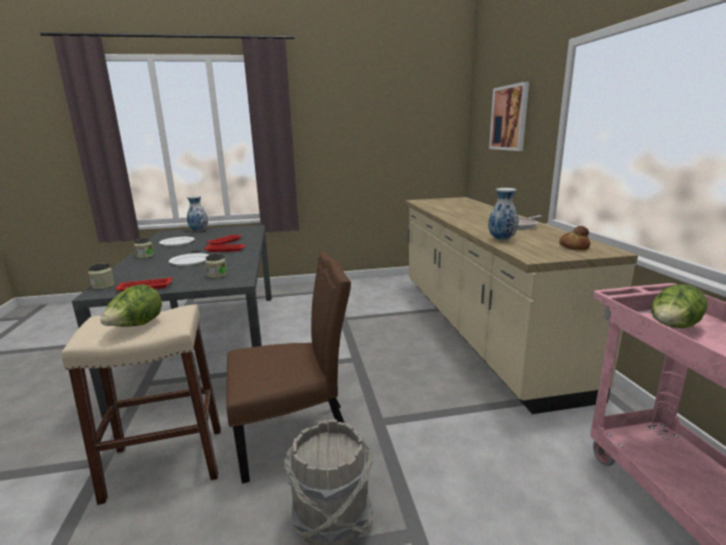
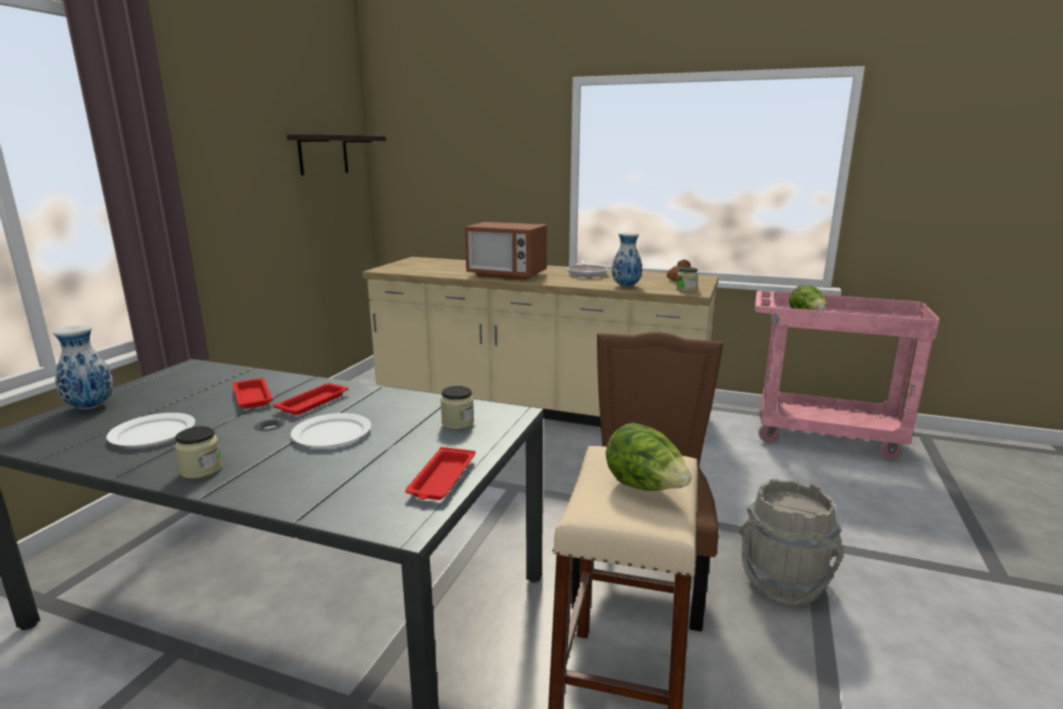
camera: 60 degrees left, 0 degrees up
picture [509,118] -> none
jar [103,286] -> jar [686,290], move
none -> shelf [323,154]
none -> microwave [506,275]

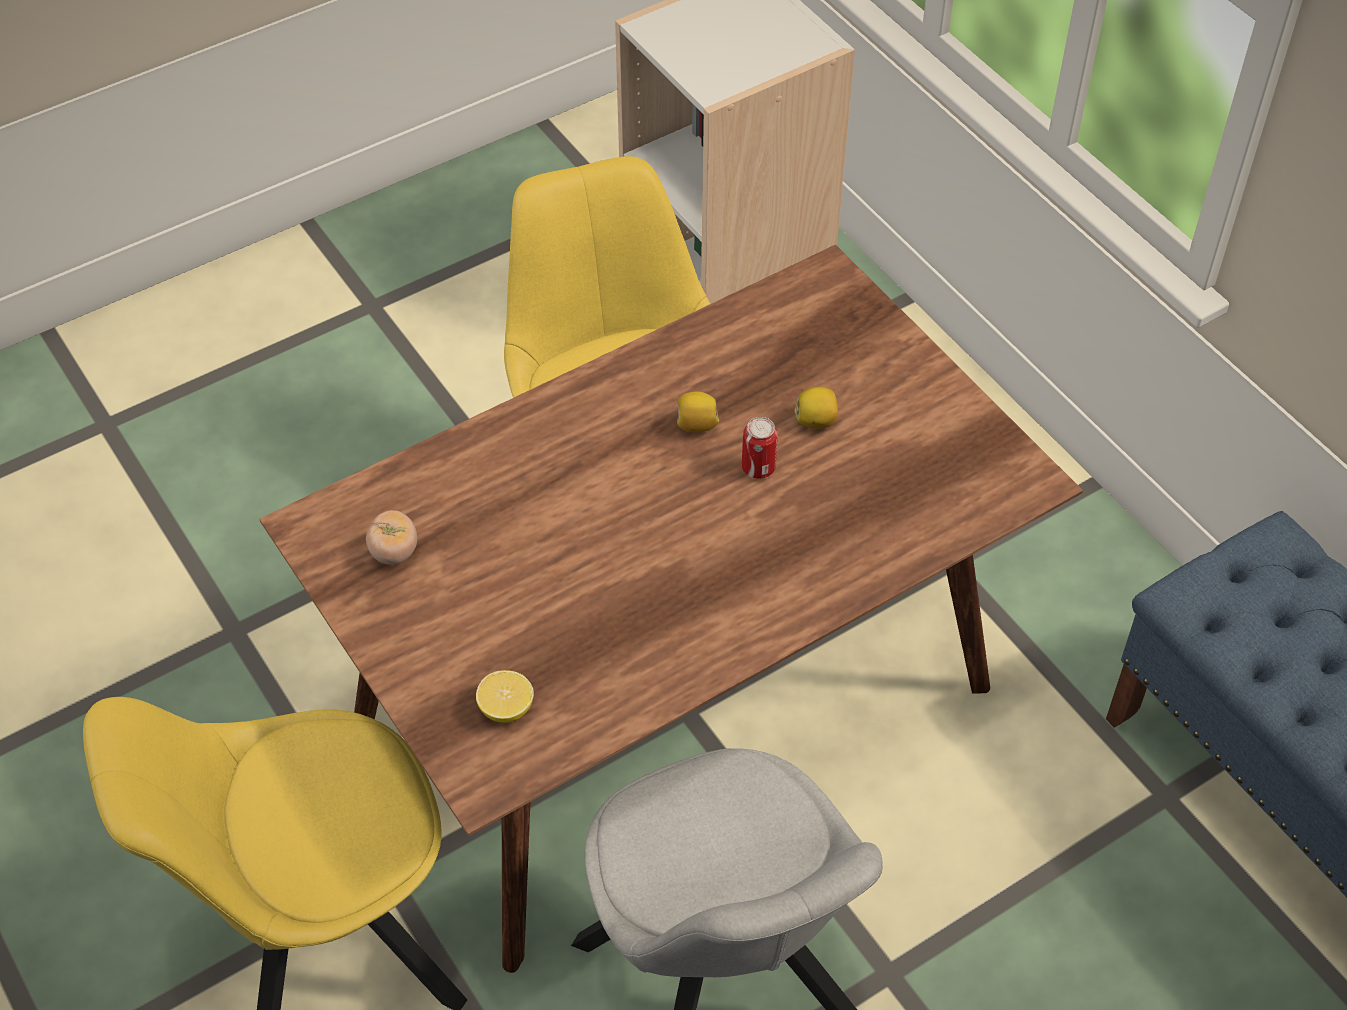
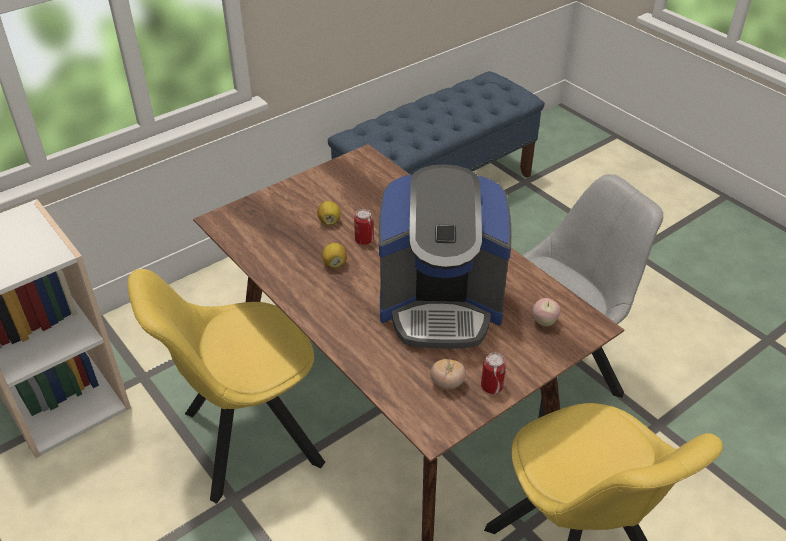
camera: 95 degrees left, 10 degrees down
lemon [506,708] -> apple [544,322]
none -> coffee machine [440,305]
none -> can [491,386]

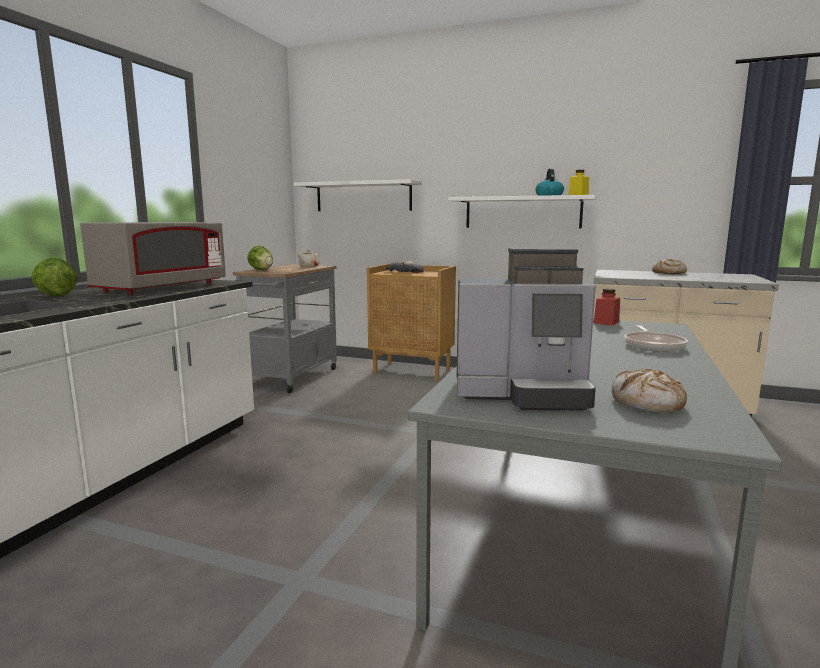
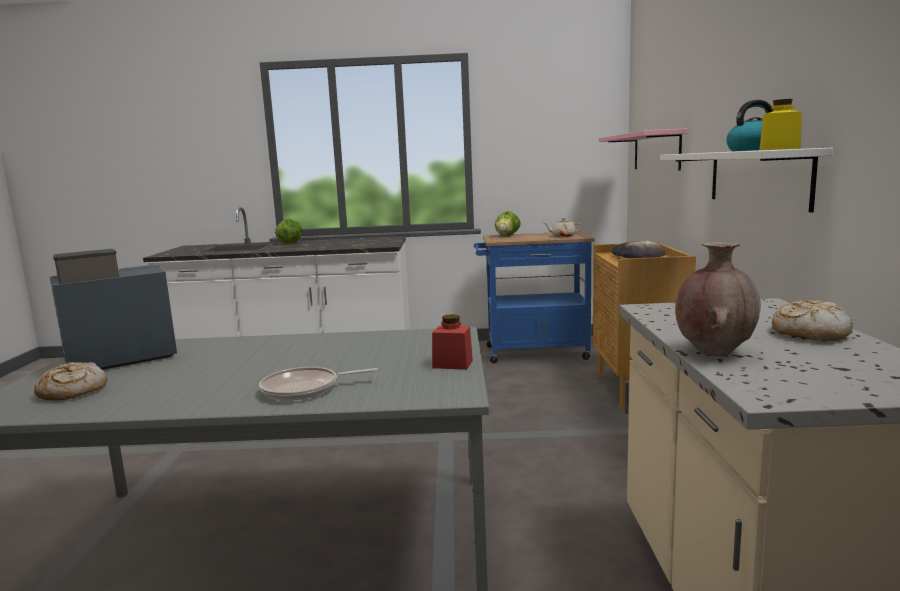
camera: 70 degrees right, 0 degrees up
shelf in white [363,197] -> shelf in pink [656,151]
microwave in grey [162,288] -> none
coffee machine [523,393] -> coffee machine [117,359], 75 degrees clockwise
cart in grey [290,378] -> cart in blue [533,353]
none -> vase in brown [713,352]

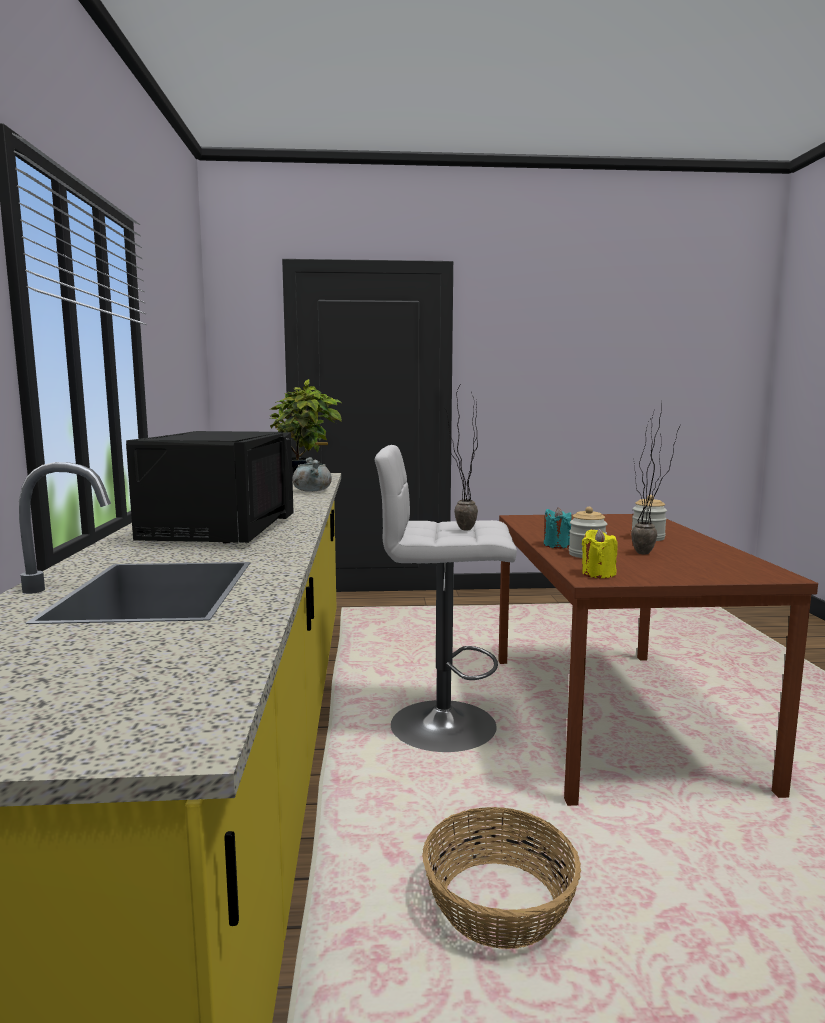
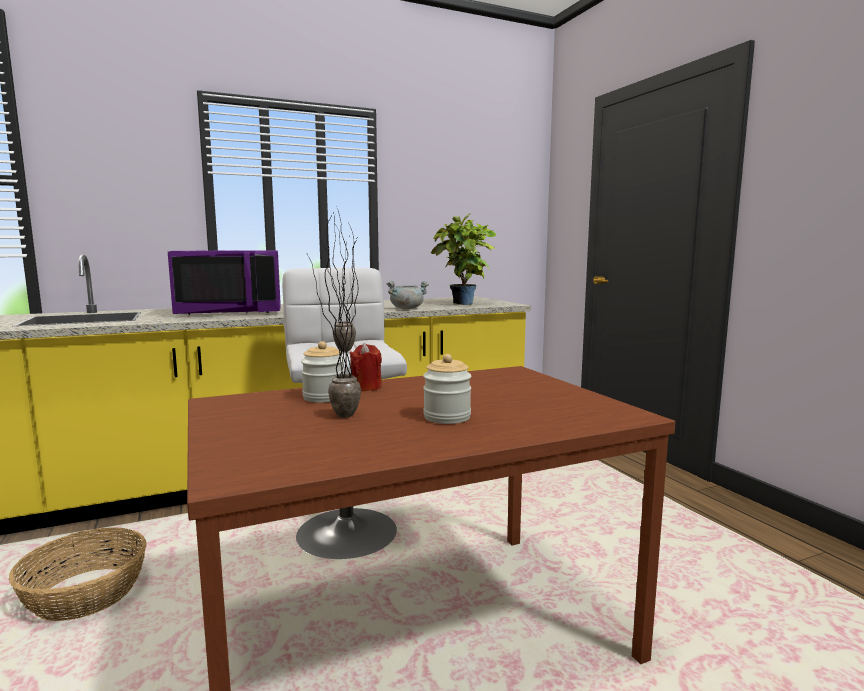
camera: 70 degrees right, 0 degrees up
microwave in black [218,530] -> microwave in purple [231,311]
candle in turquoise [556,545] -> candle in red [366,387]
candle in yellow [598,574] -> none

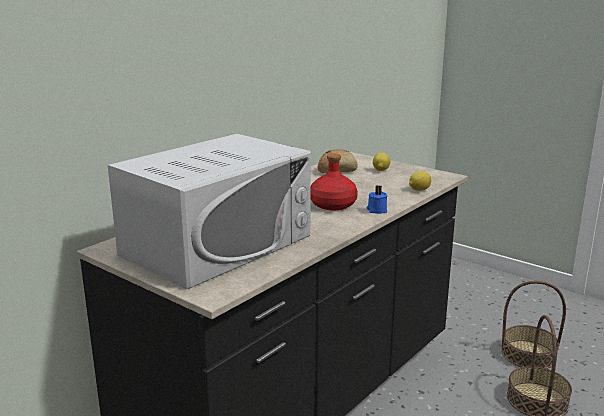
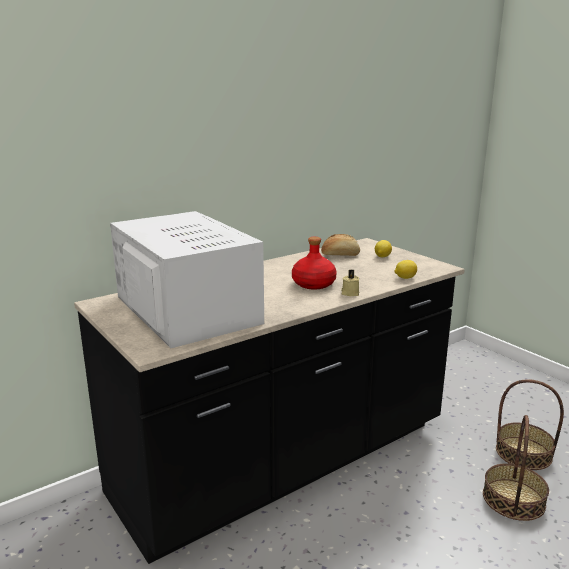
camera: 15 degrees right, 0 degrees up
microwave in white [217,245] -> microwave in white [187,309], 90 degrees counterclockwise
candle in blue [376,210] -> candle in beige [350,293]

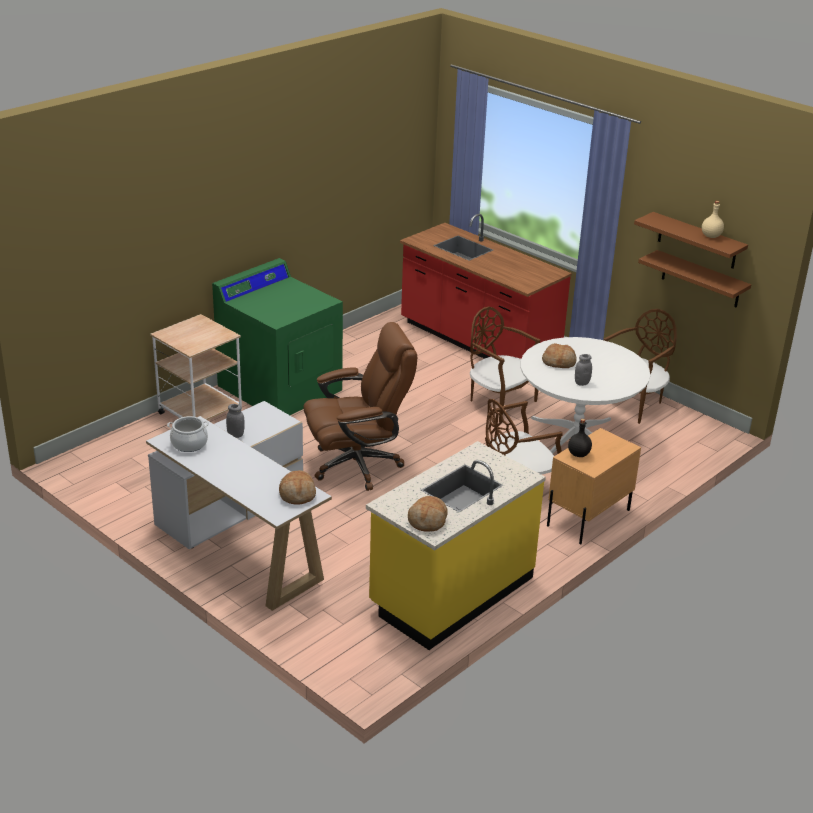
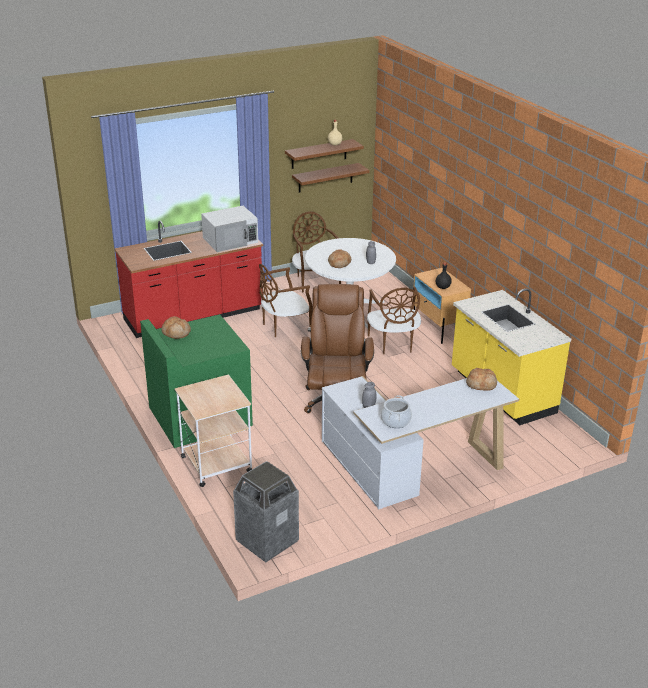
camera: 70 degrees left, 0 degrees up
bread [427,520] -> bread [176,333], move
none -> microwave in white [231,240]
none -> trash can [266,541]

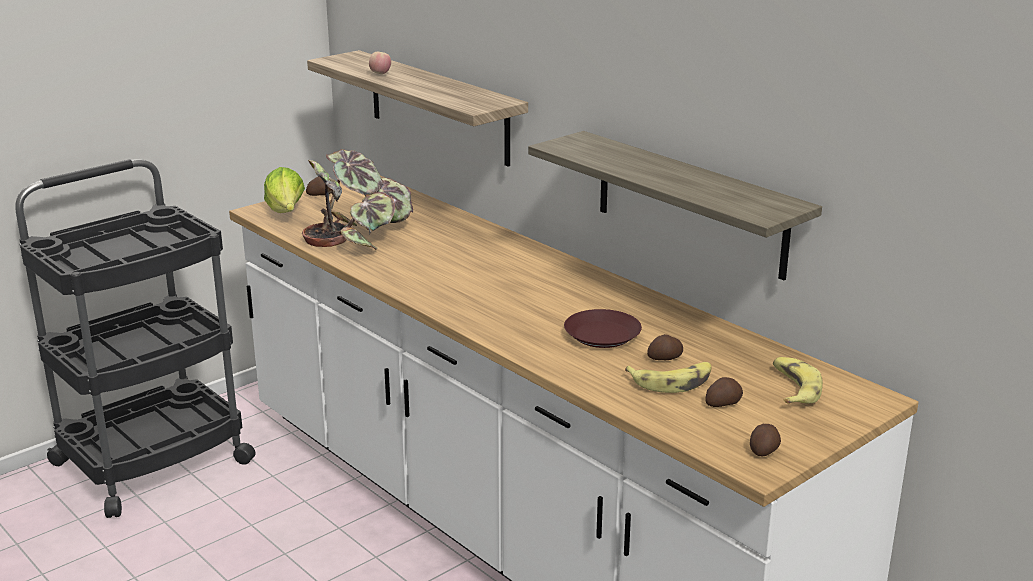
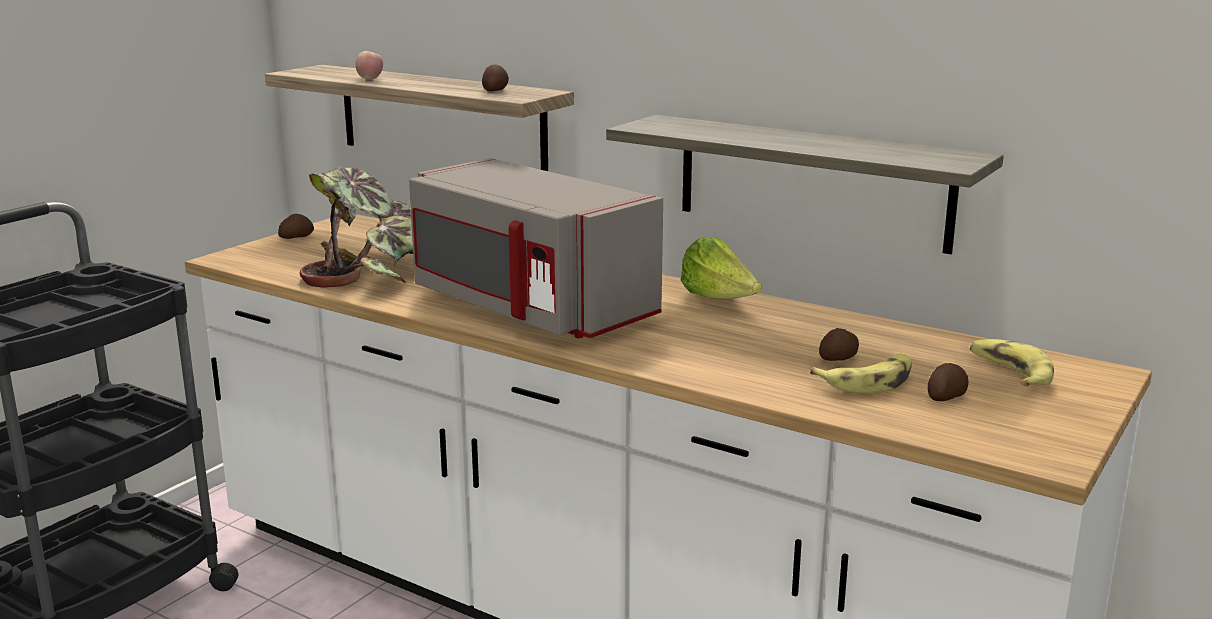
camera: 15 degrees left, 5 degrees down
lettuce [286,213] -> lettuce [719,300], move
plate in brown [601,335] -> none
potato [764,450] -> potato [496,90], move
none -> microwave in grey [528,307]

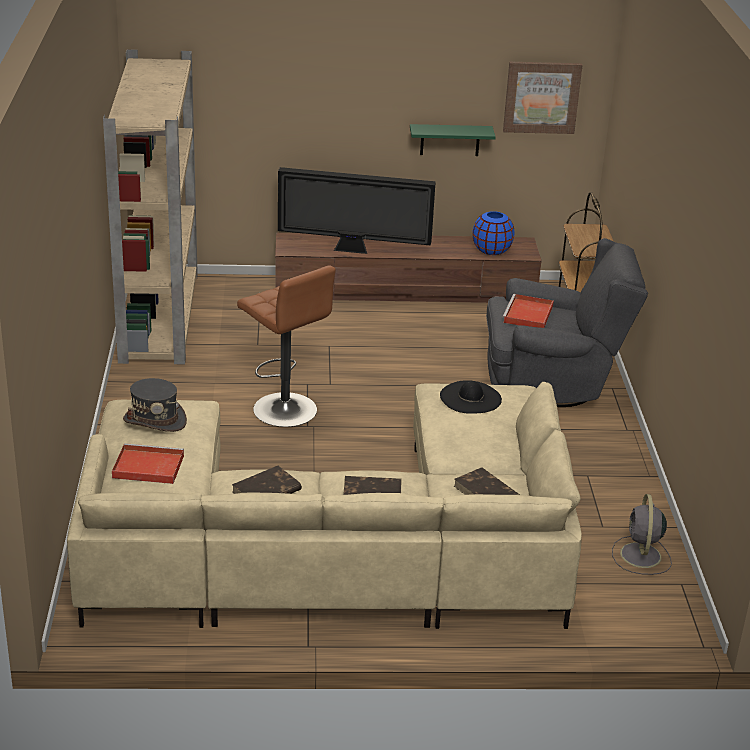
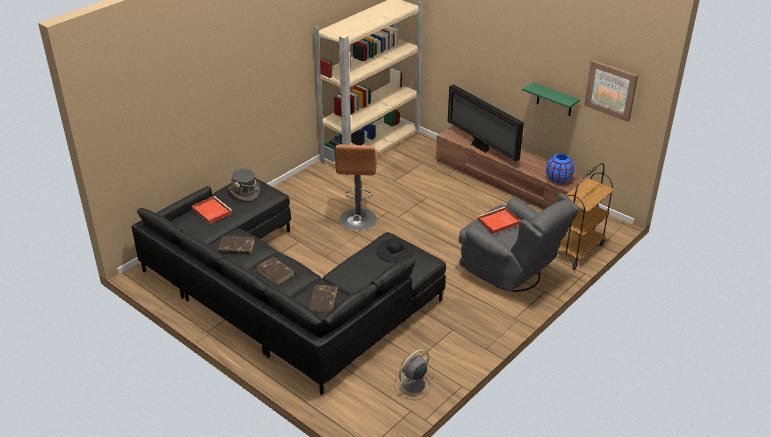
camera: 45 degrees right, 5 degrees up
sofa in beige [333,547] -> sofa in black [281,295]

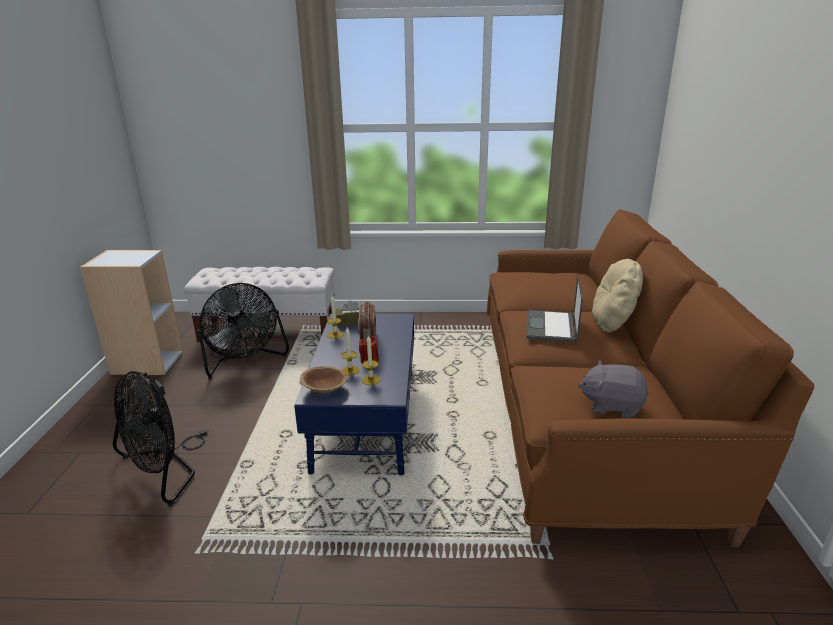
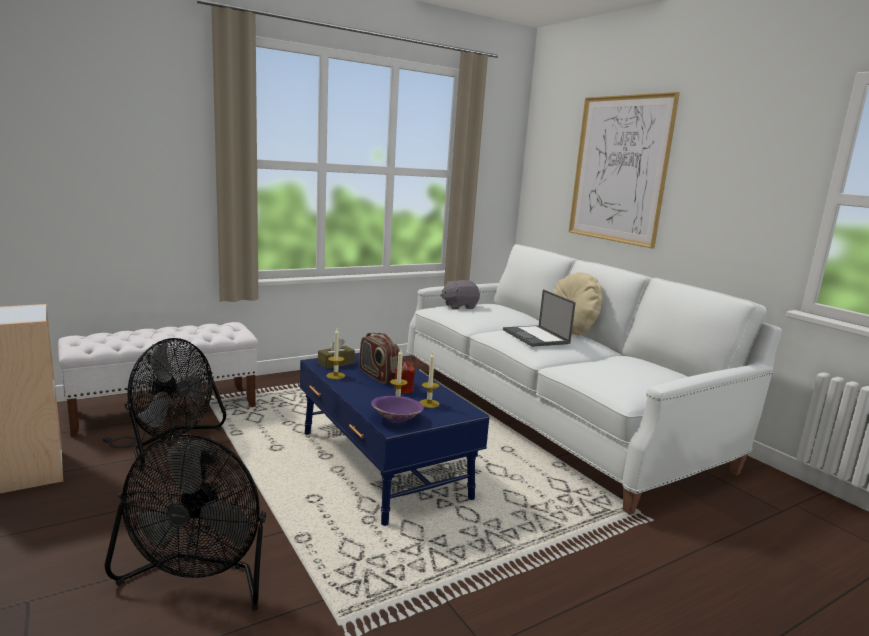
camera: 35 degrees left, 10 degrees down
sofa in brown [586,409] -> sofa in white [553,414]
plush toy in grey [612,405] -> plush toy in grey [459,306], move
bowl in brown [324,389] -> bowl in purple [396,419]
none -> picture [619,169]

